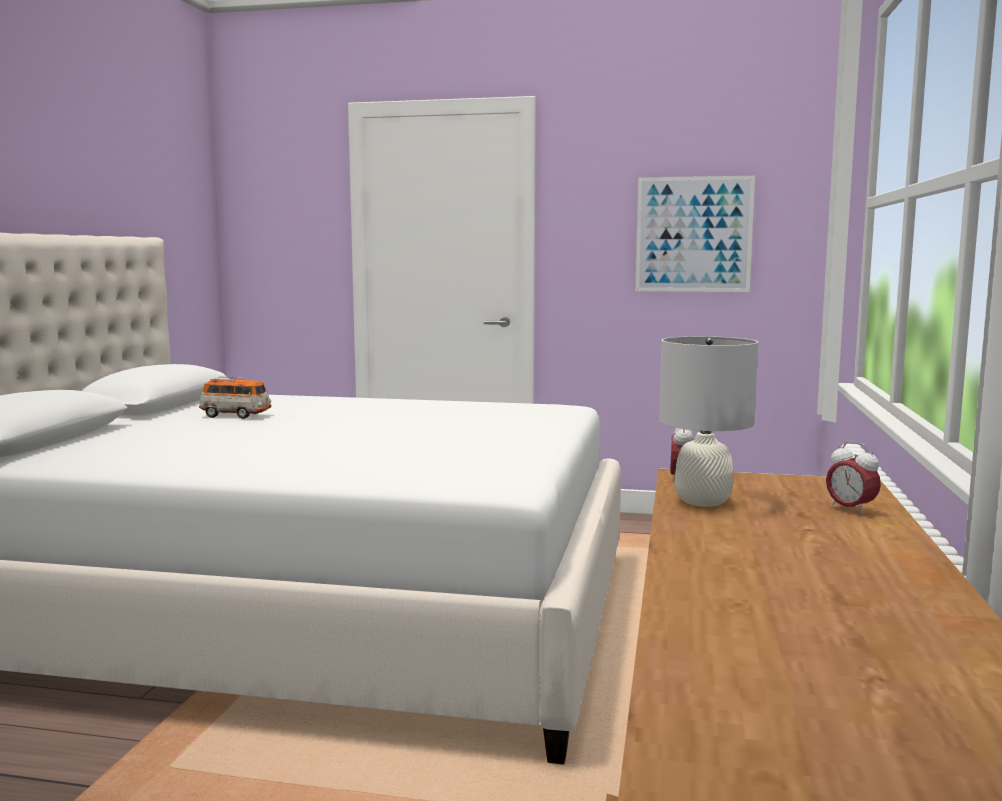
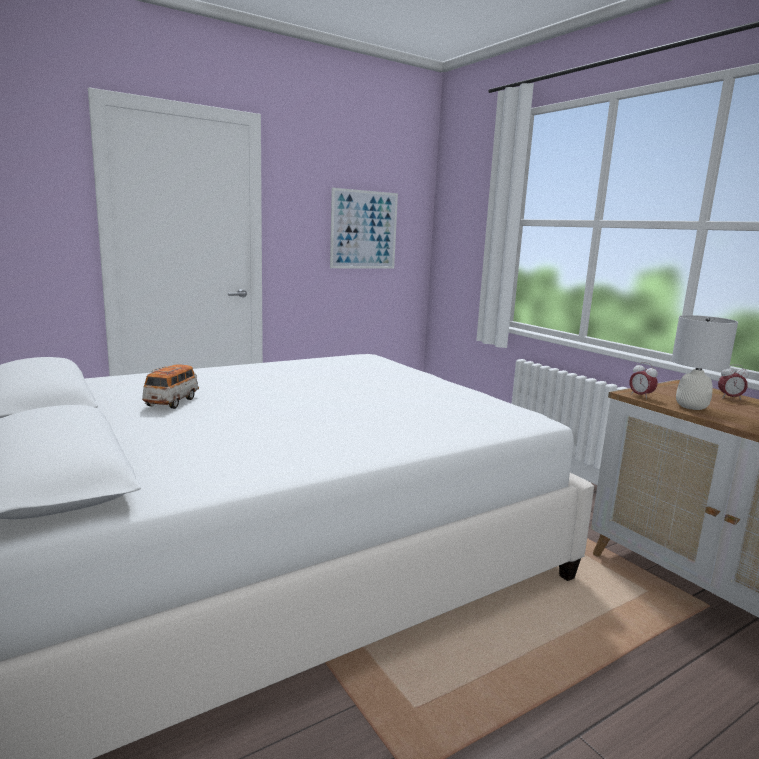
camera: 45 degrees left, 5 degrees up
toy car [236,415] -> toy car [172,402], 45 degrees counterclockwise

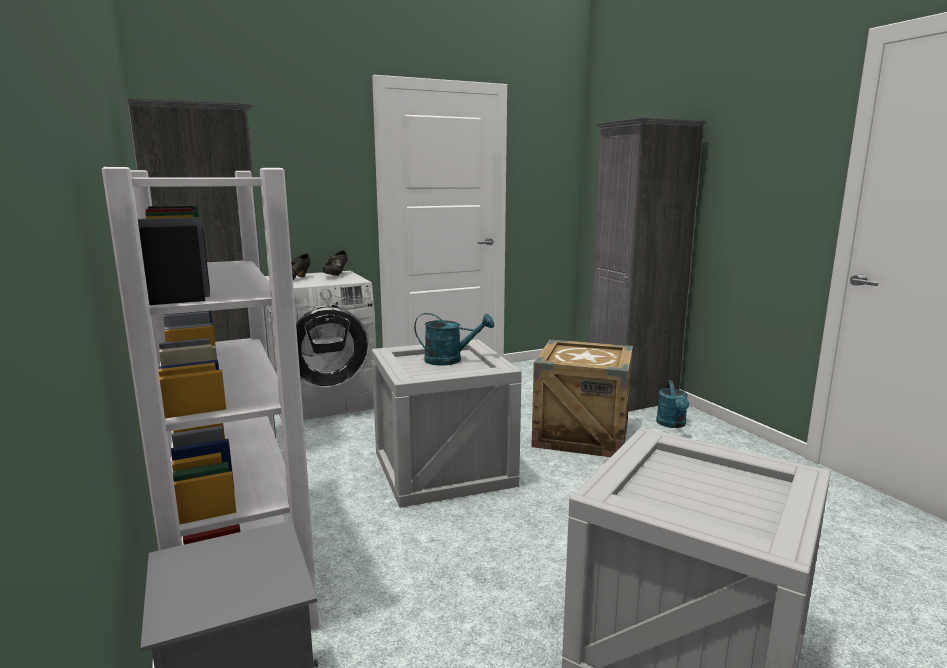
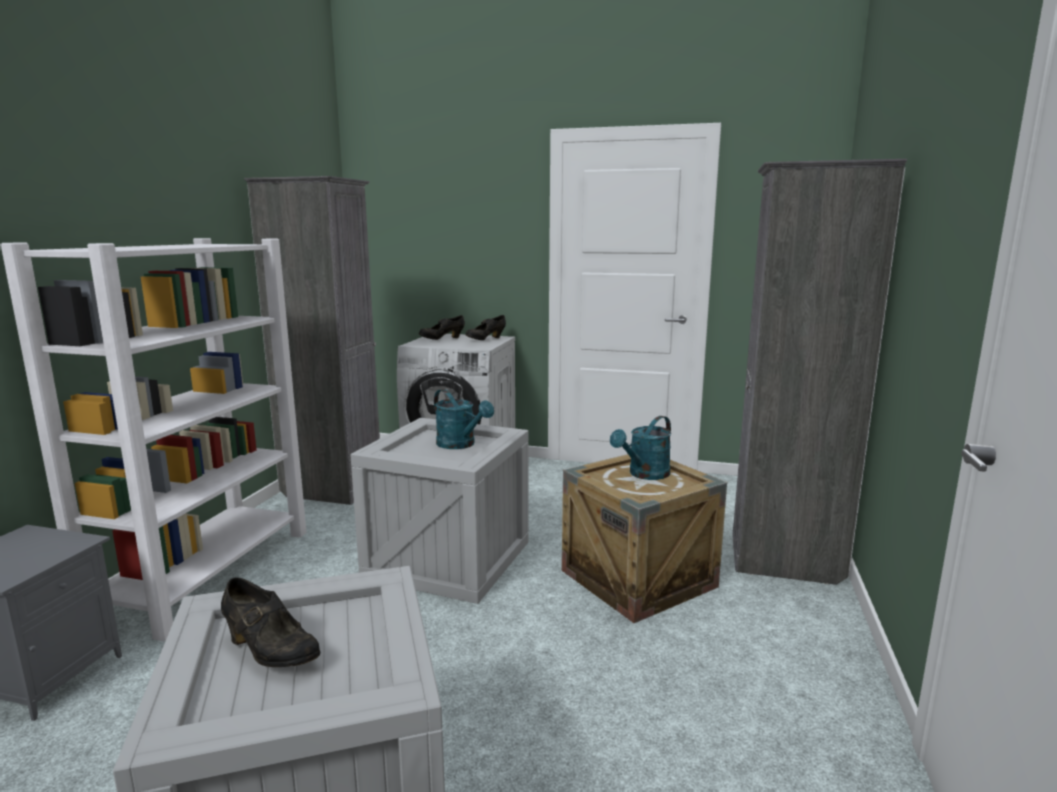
camera: 40 degrees right, 0 degrees up
watering can in turquoise [672,424] -> watering can in turquoise [644,475], move
none -> shoe in black [270,653]

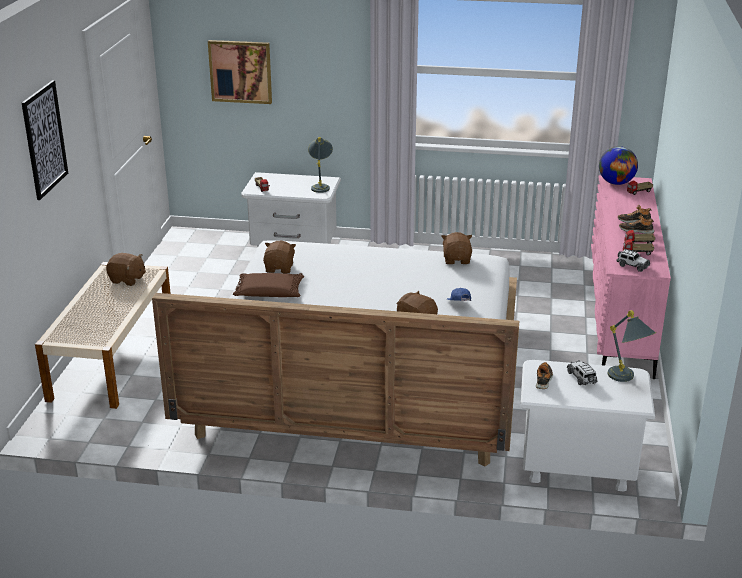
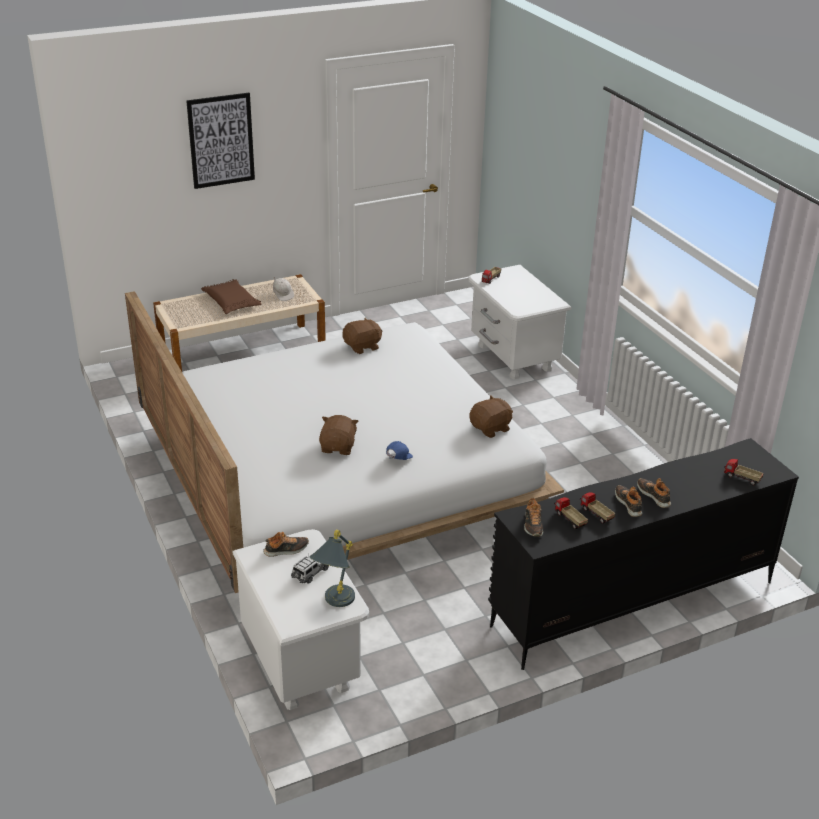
camera: 55 degrees right, 5 degrees up
picture [240,71] -> none
table lamp in grey [321,186] -> none
globe [616,183] -> none
dresser in pink [619,316] -> dresser in black [631,602]
toy car [632,266] -> shoe [532,525]
plush toy in brown [127,280] -> cap in white [283,295]
pillow in brown [269,290] -> pillow in brown [231,301], move

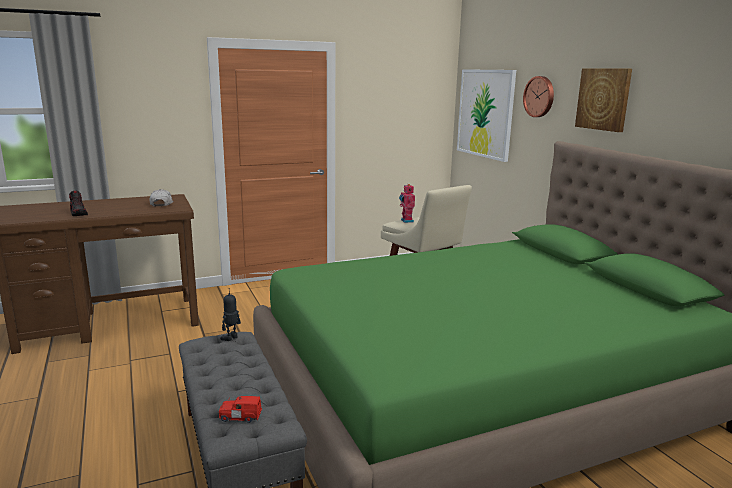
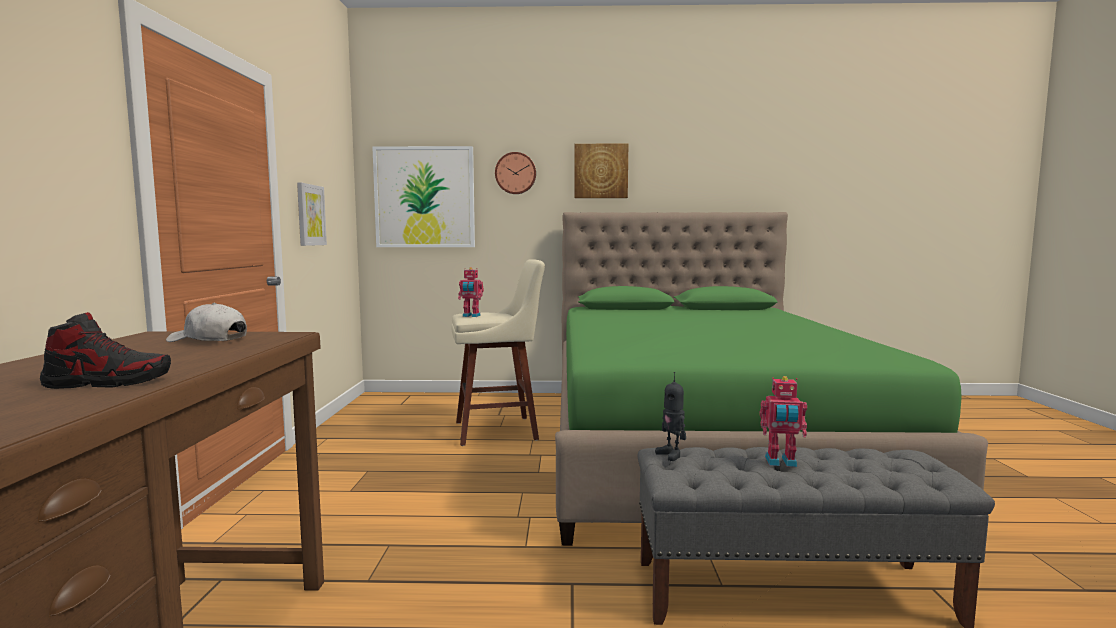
camera: 65 degrees left, 10 degrees down
toy car in red [240,417] -> none
none -> picture [310,215]
none -> toy robot [781,462]

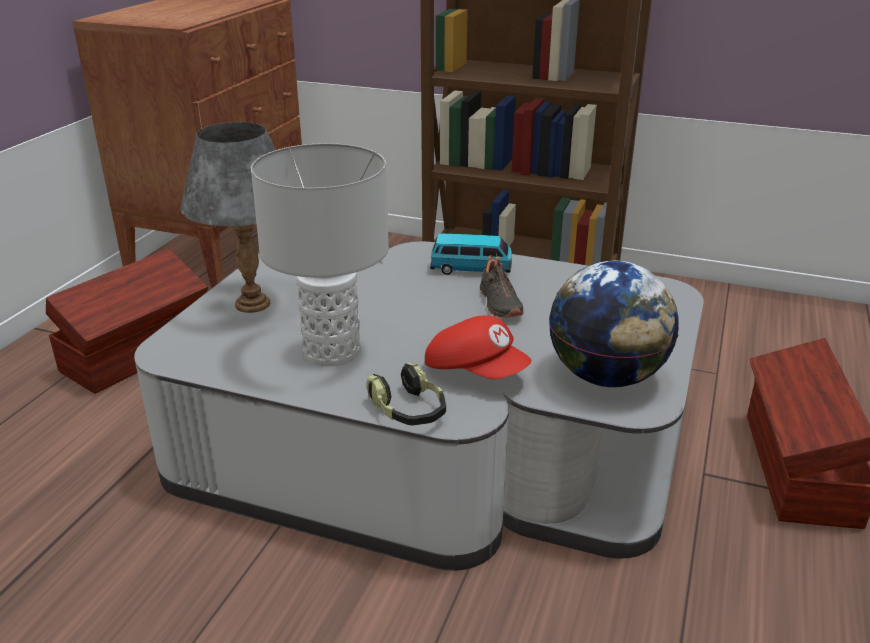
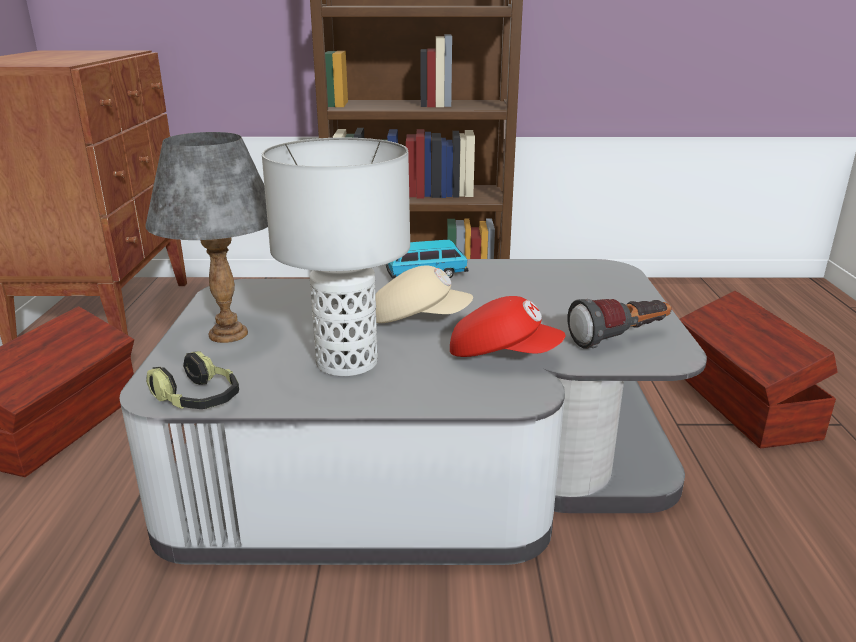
camera: 20 degrees left, 5 degrees down
shoe in black [498,304] -> none
globe [606,377] -> flashlight [620,339]
headphones [409,411] -> headphones [198,400], move
none -> cap in beige [419,319]

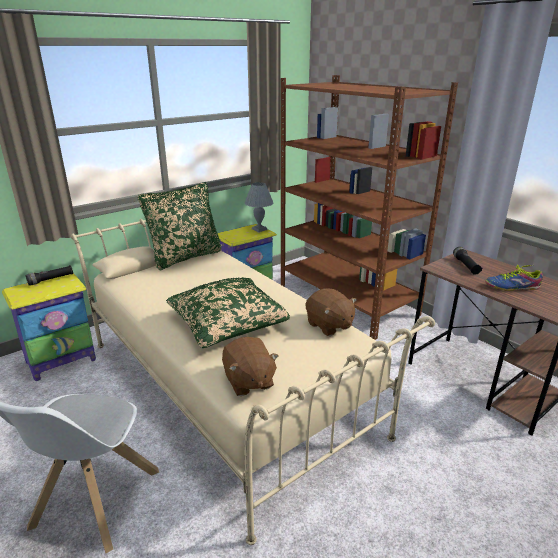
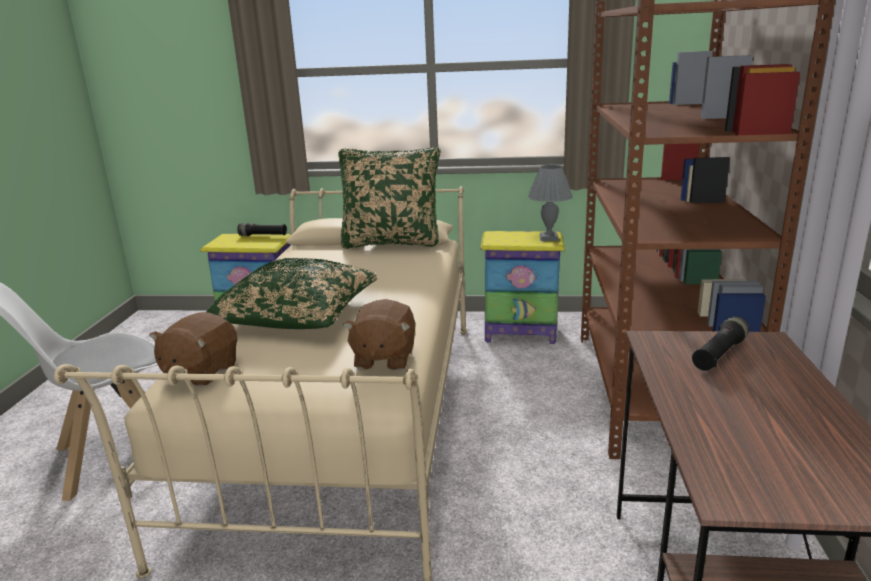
camera: 45 degrees right, 5 degrees down
shoe [512,286] -> none

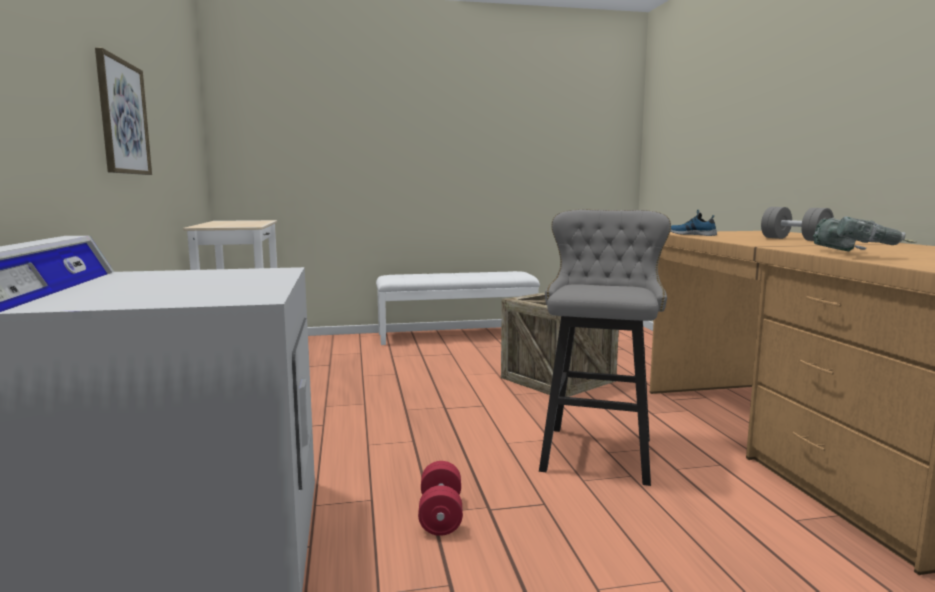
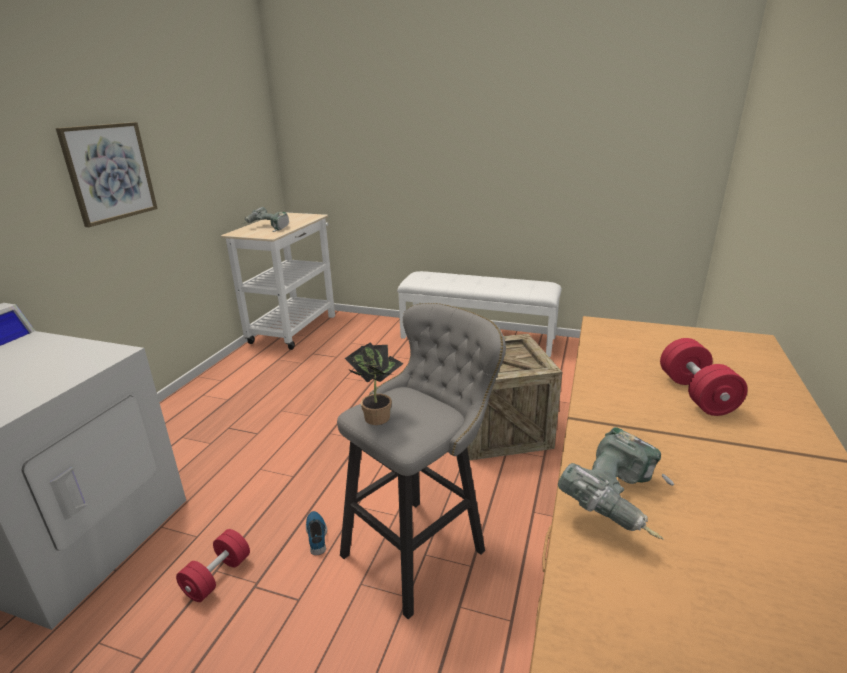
camera: 30 degrees right, 15 degrees up
dumbbell in grey [795,239] -> dumbbell in red [696,394]
shoe [692,234] -> shoe [317,535], move
none -> power drill [267,228]
none -> potted plant [375,415]

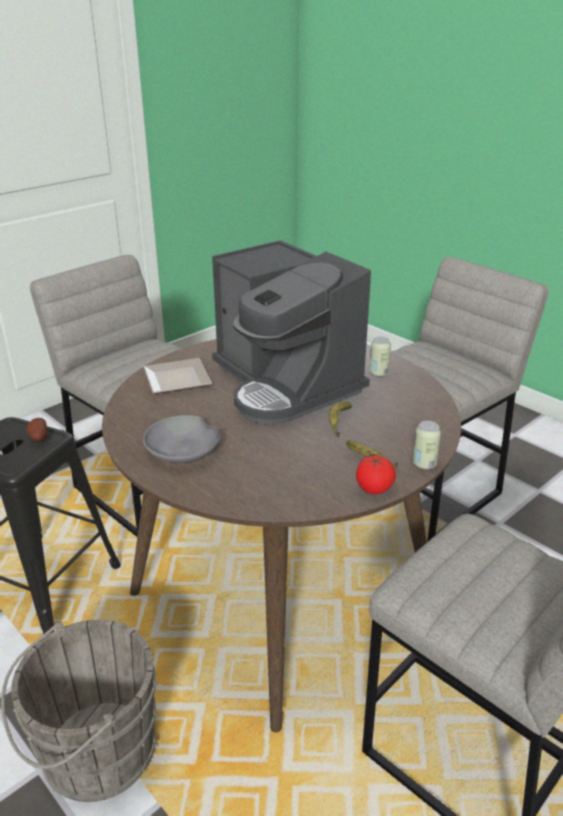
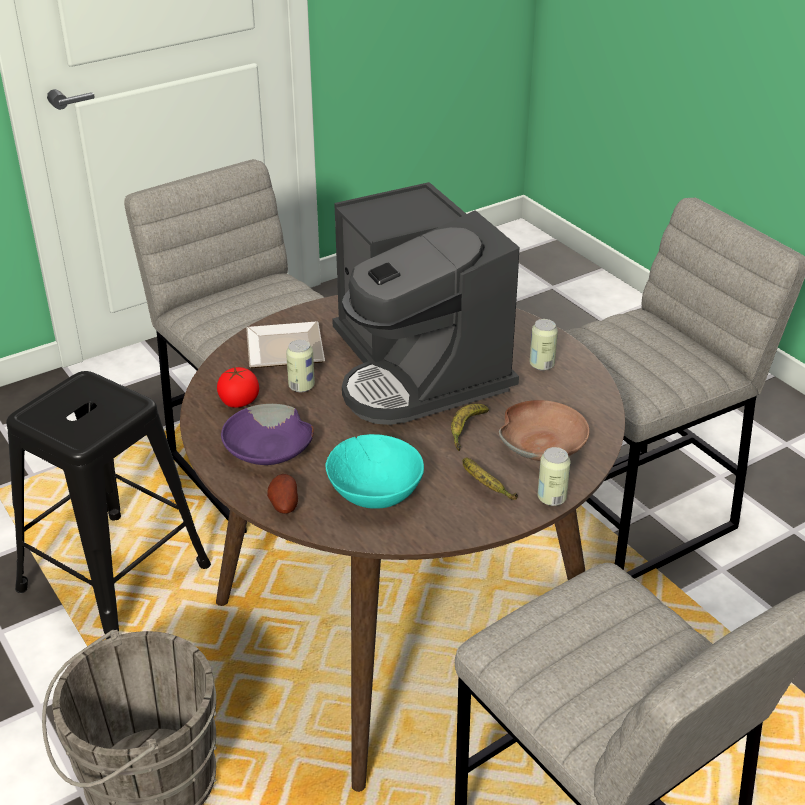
camera: 10 degrees right, 5 degrees up
bowl in grey [183,451] -> bowl in purple [269,449]
potato [38,437] -> potato [283,505], move
tomato [374,488] -> tomato [239,402], move
none -> can [301,386]
none -> bowl in brown [543,443]
none -> bowl in turquoise [375,492]

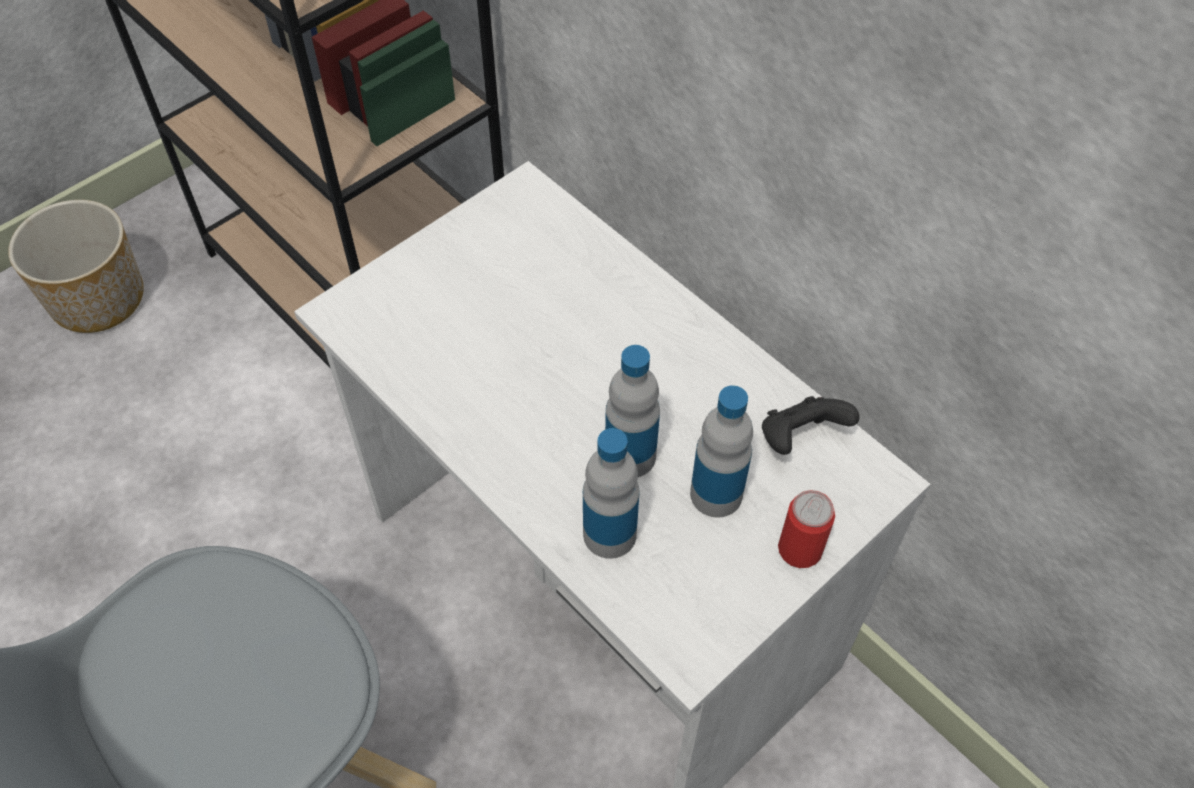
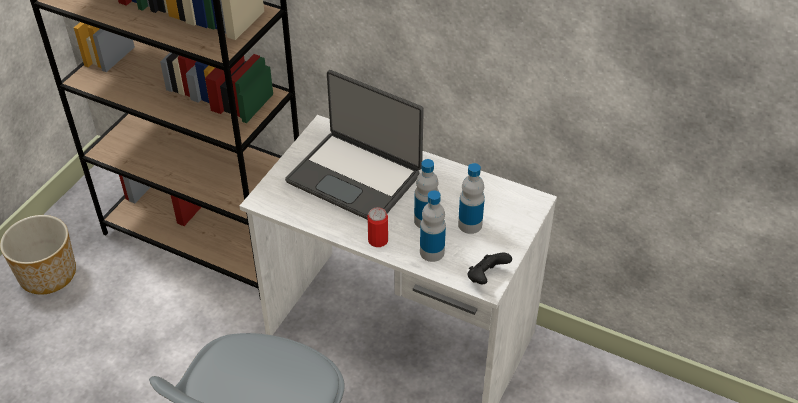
camera: 20 degrees left, 10 degrees down
game controller in black [800,438] -> game controller in black [486,277], move
can [800,549] -> can [378,240], move
none -> laptop [355,177]

